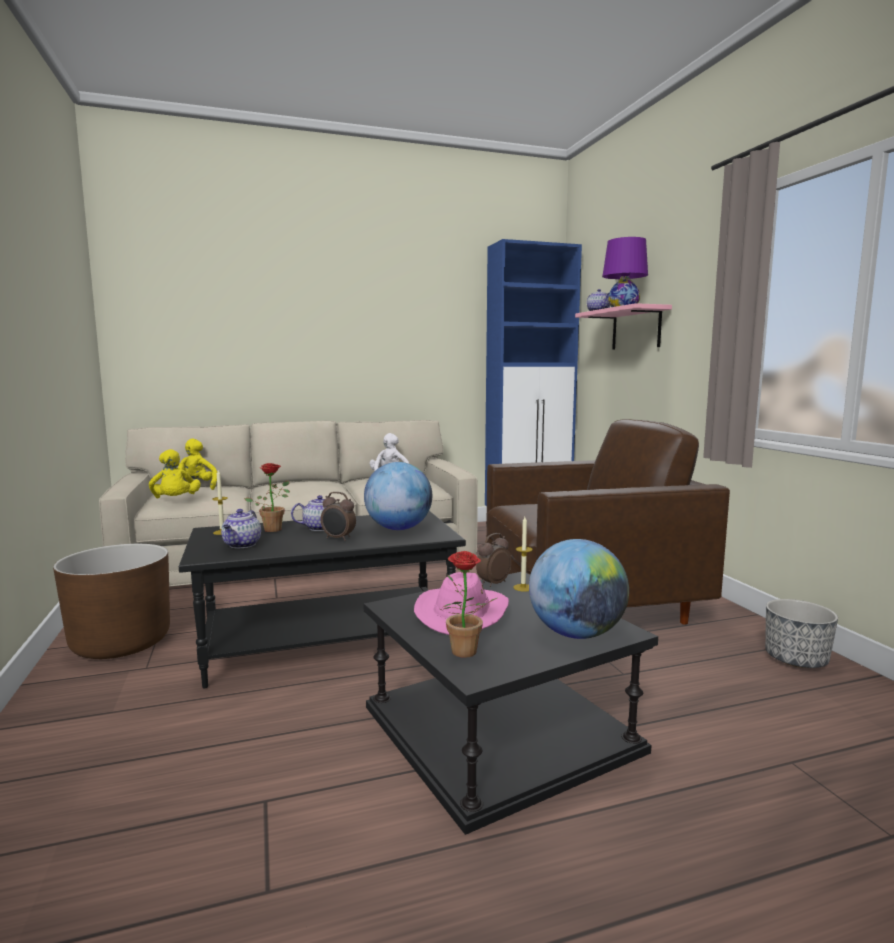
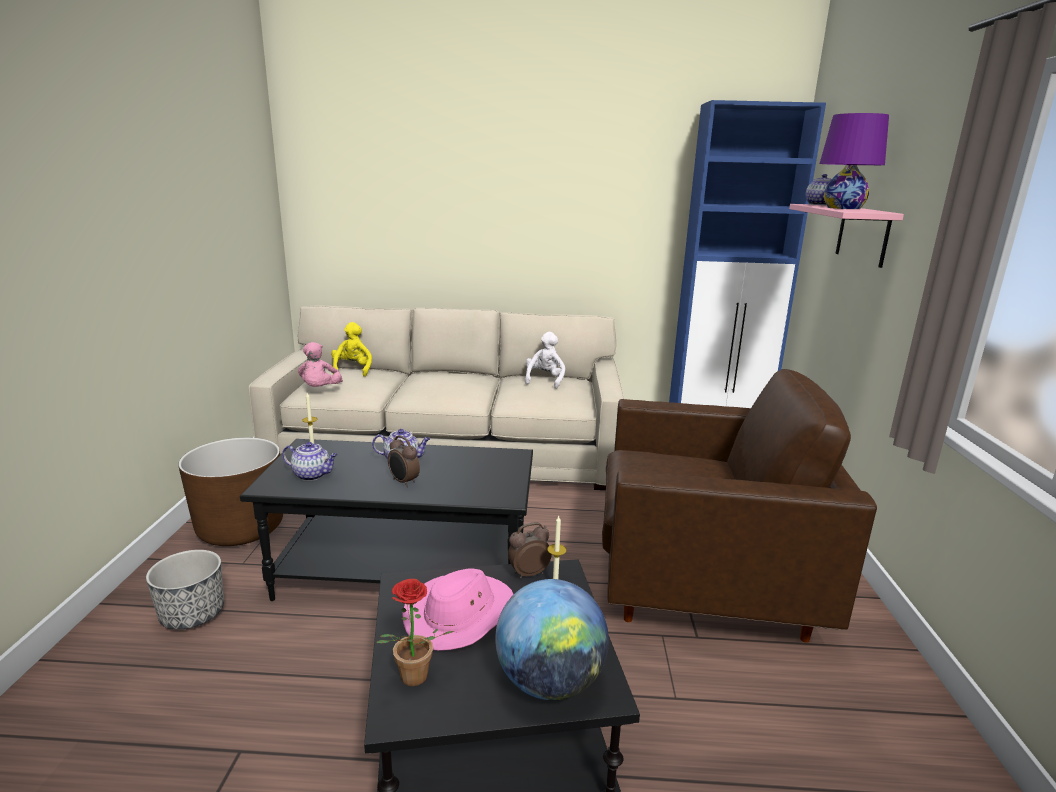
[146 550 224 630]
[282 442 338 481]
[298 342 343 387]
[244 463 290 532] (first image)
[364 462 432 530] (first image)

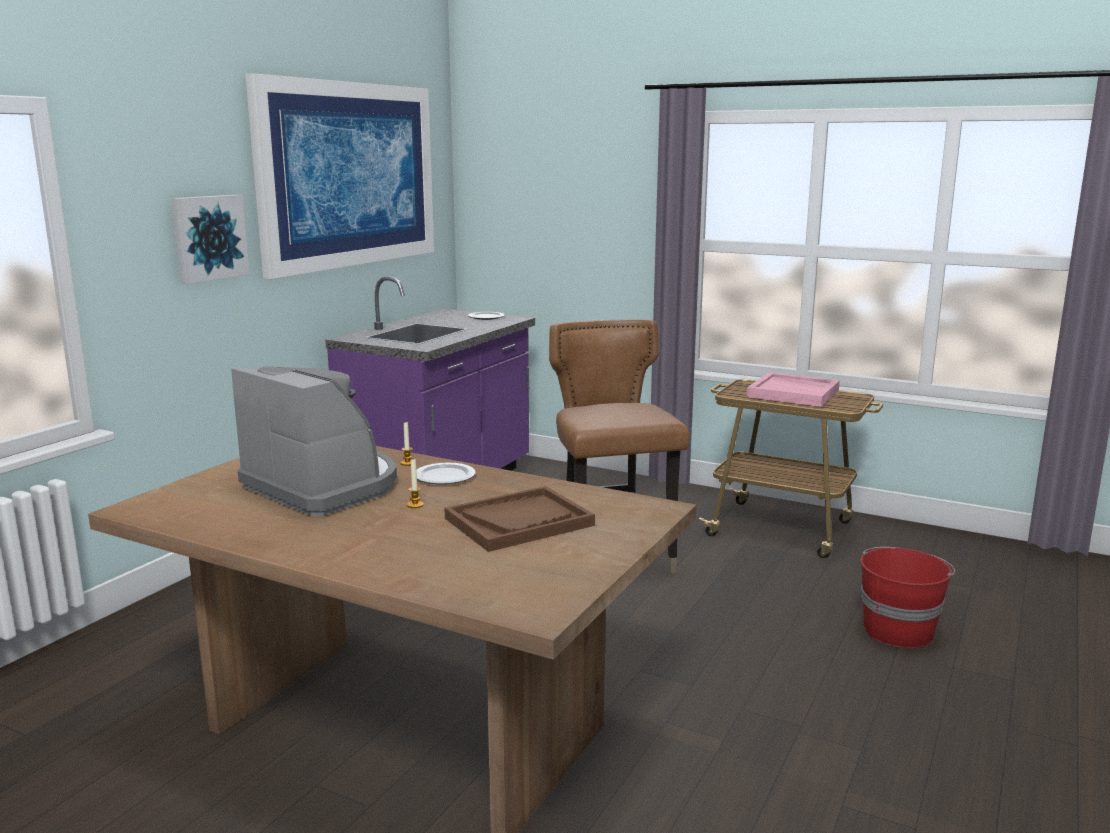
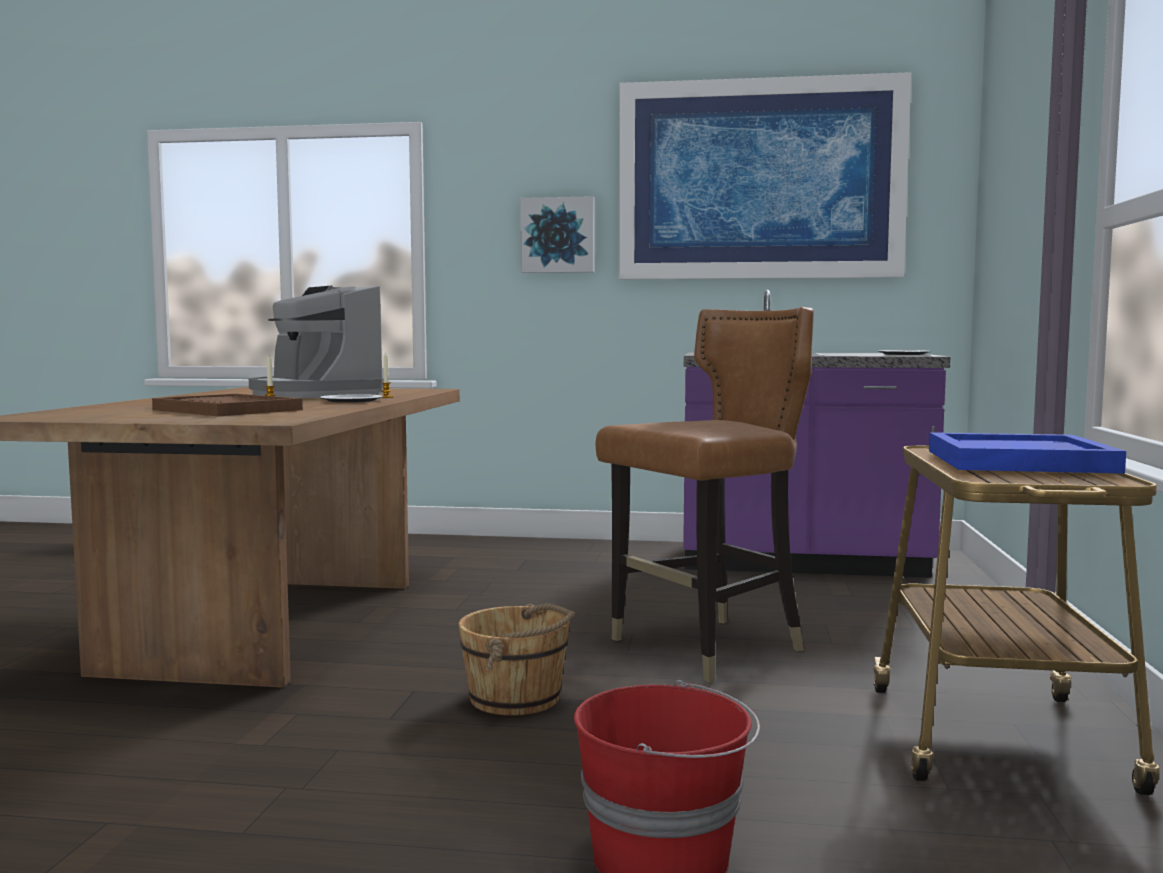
[249 286 384 398]
[458 604 575 716]
[929 432 1126 473]

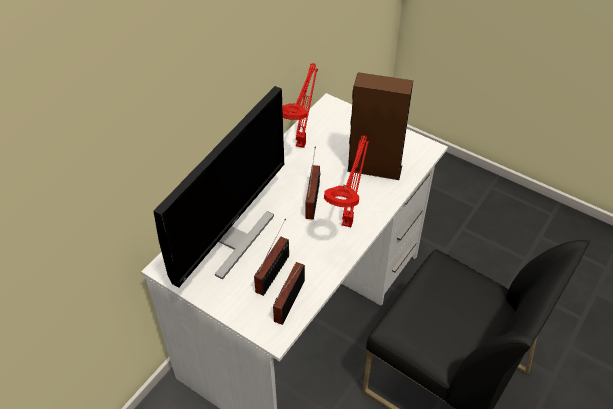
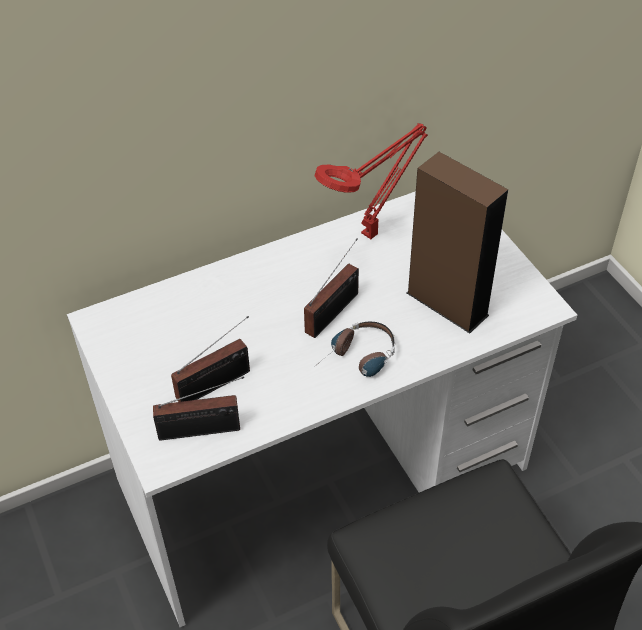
[153 376 244 440]
[320 322 395 377]
[154 86 284 287] (first image)

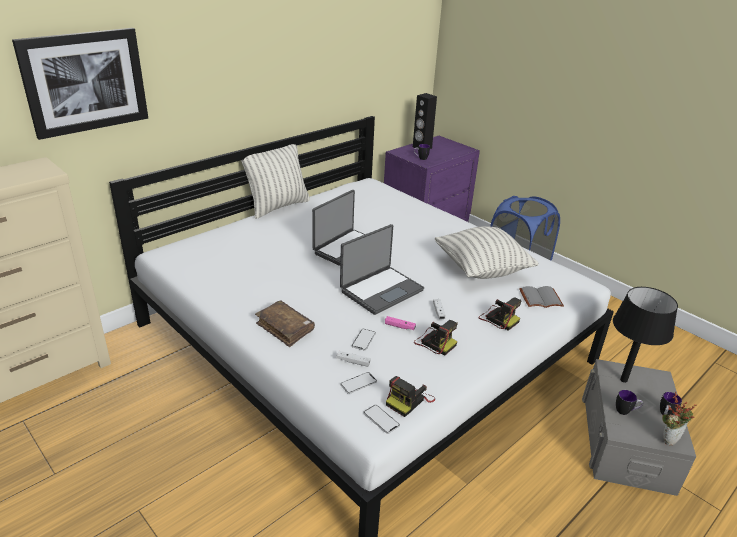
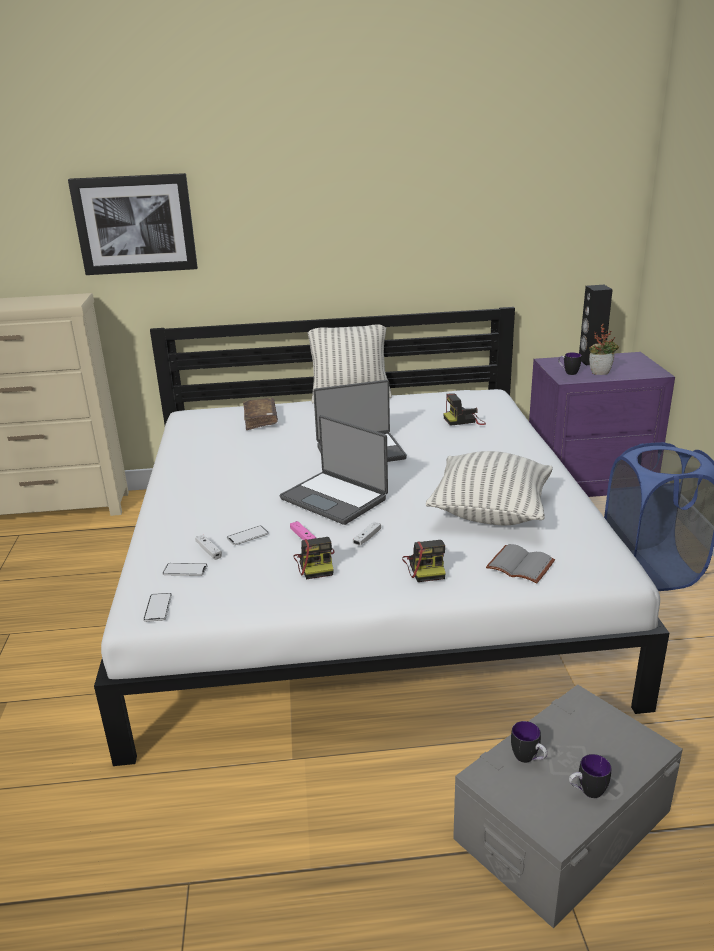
[243 398 278 430]
[280 415 388 525]
[443 393 486 426]
[589 323 619 375]
[613 287 678 383] (first image)

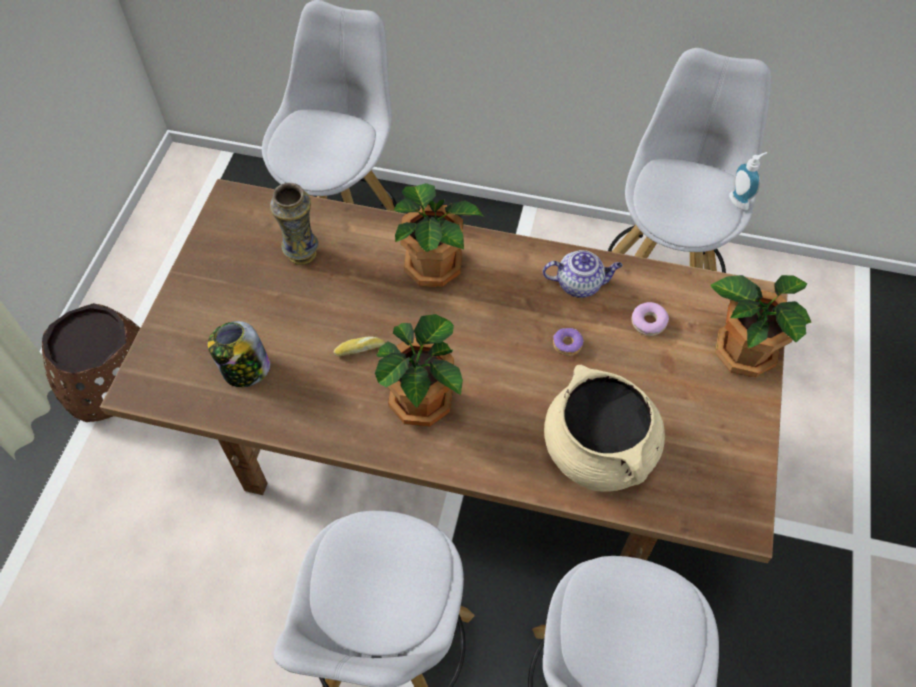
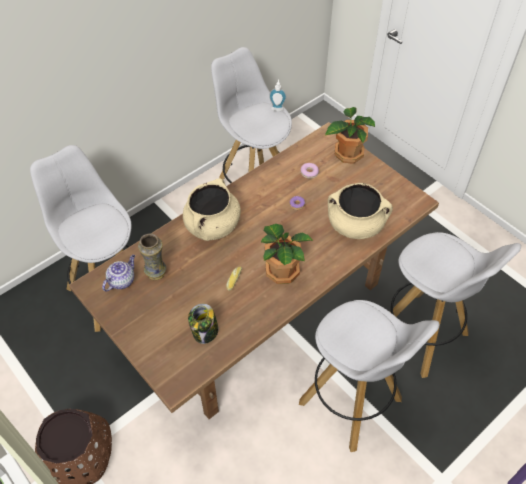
[102 255 135 291]
[183 178 241 241]

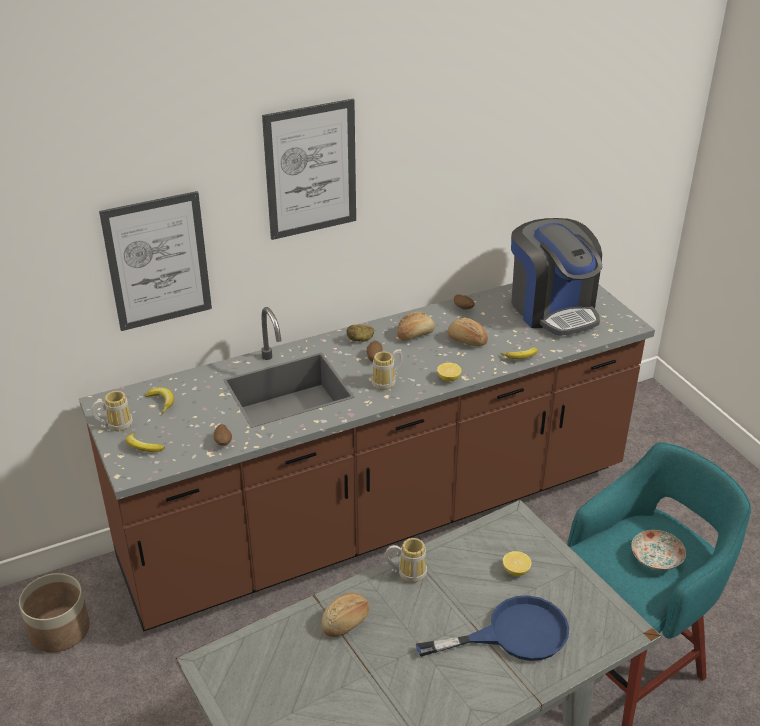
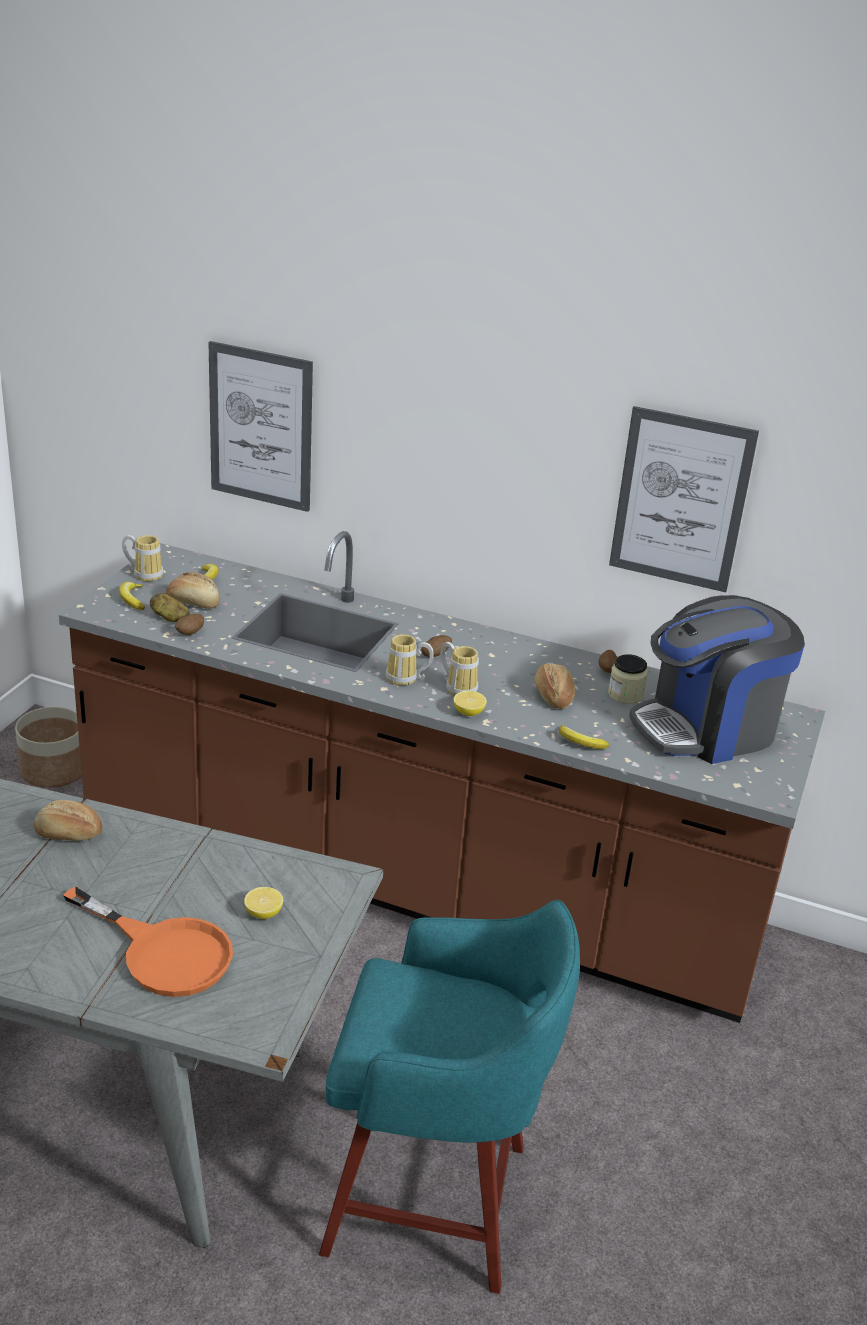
[63 886 233 997]
[150 593 190 622]
[166 572 220 609]
[440 642 479 696]
[608 654 648 704]
[609 406 759 592]
[629 595 805 764]
[631 530 686 570] (first image)

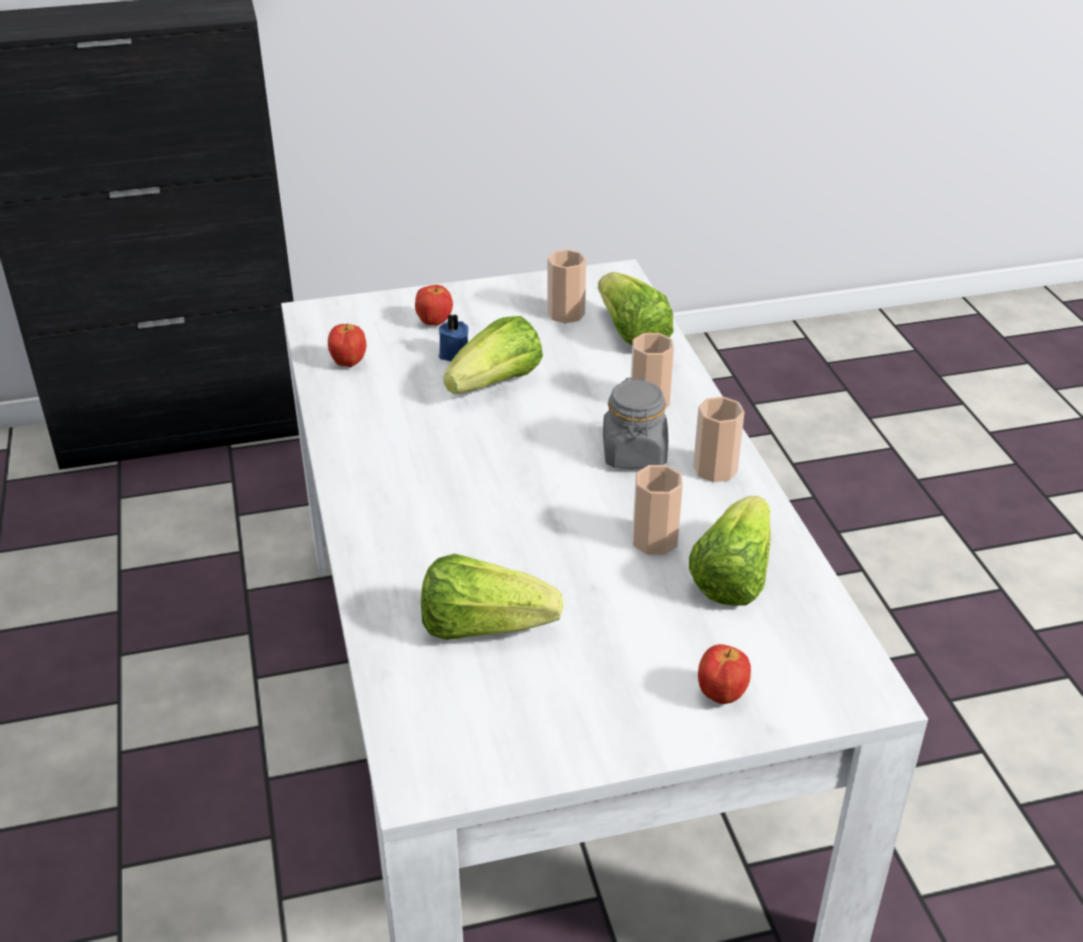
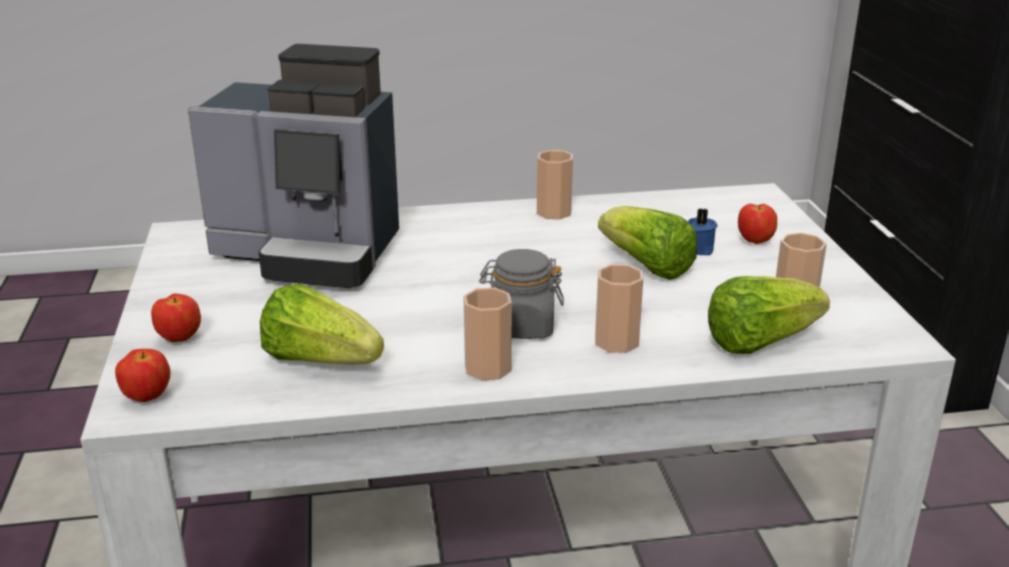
[115 349 170 402]
[188 44 399 288]
[537 150 573 219]

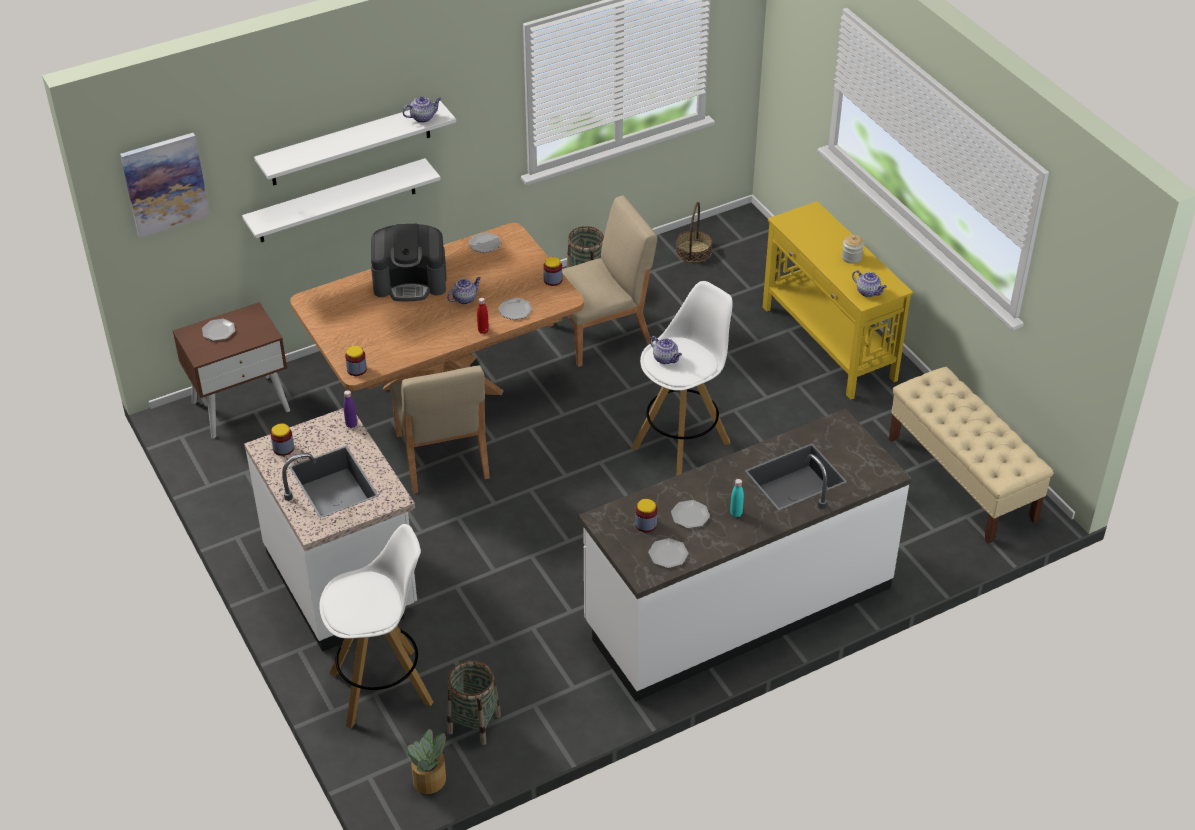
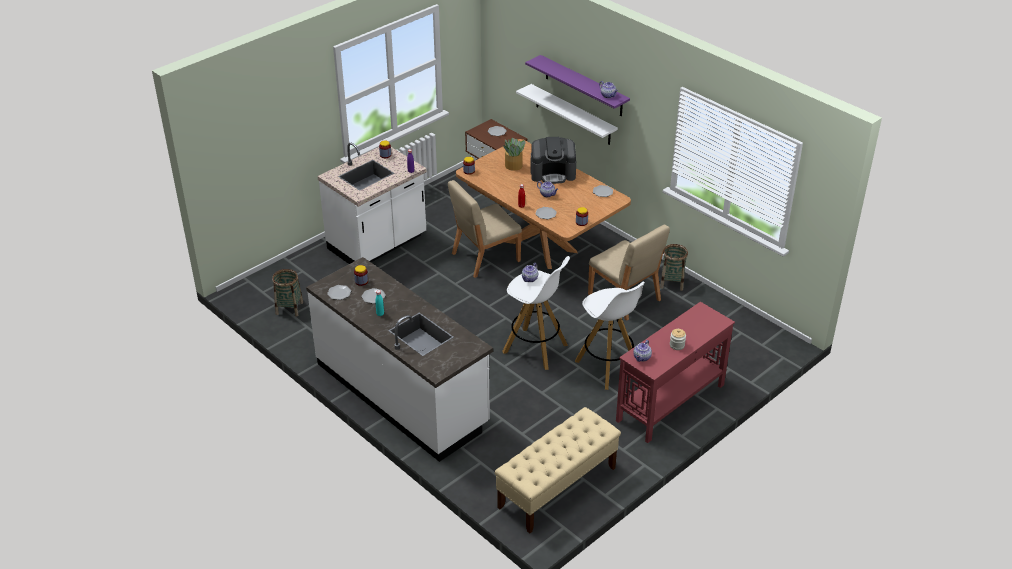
[503 138 525 171]
[525 55 630 116]
[530 137 576 184]
[575 282 645 390]
[616 302 735 443]
[120 133 210 238] (first image)
[676 202 712 263] (first image)

